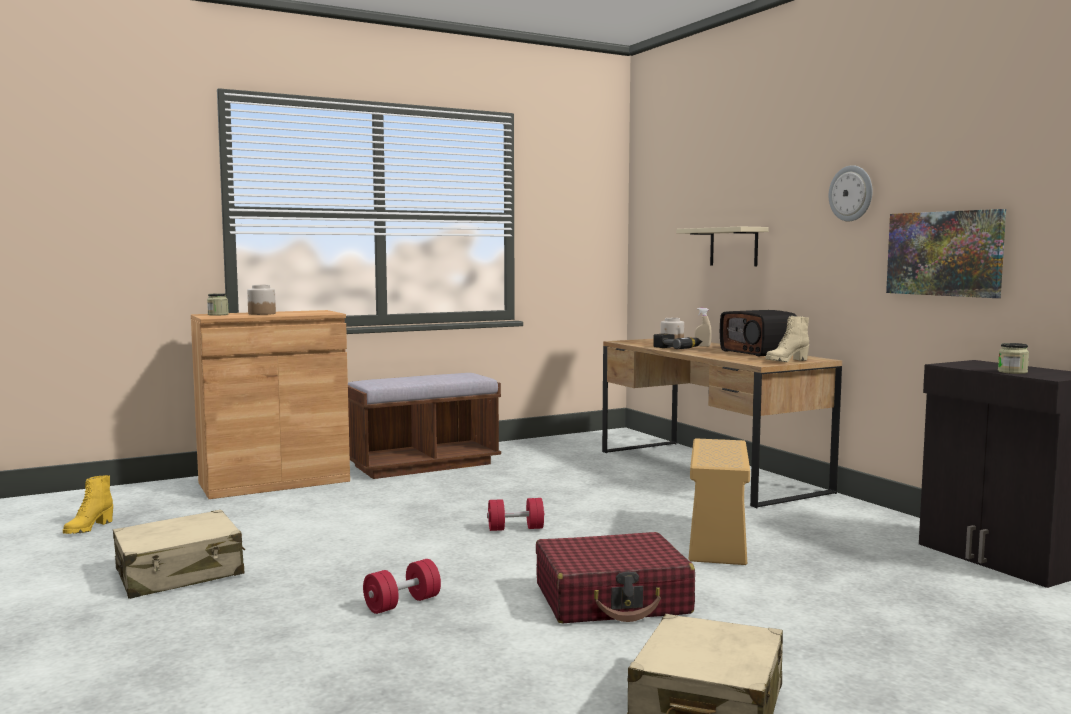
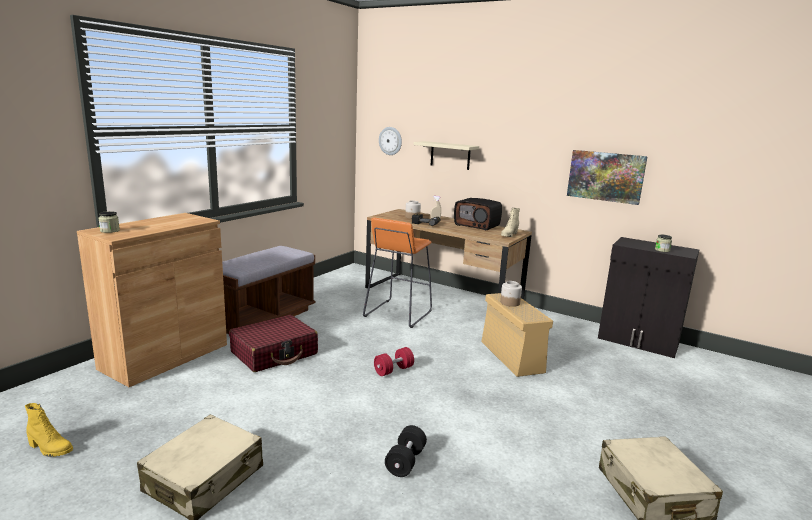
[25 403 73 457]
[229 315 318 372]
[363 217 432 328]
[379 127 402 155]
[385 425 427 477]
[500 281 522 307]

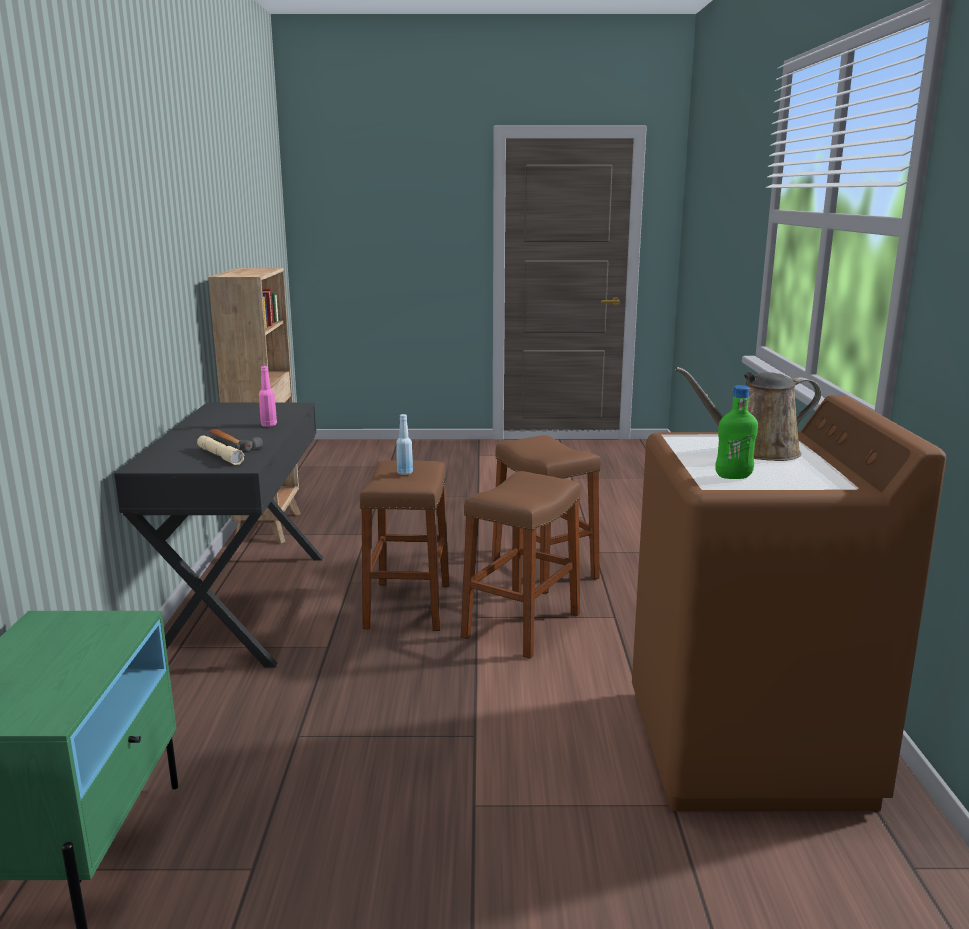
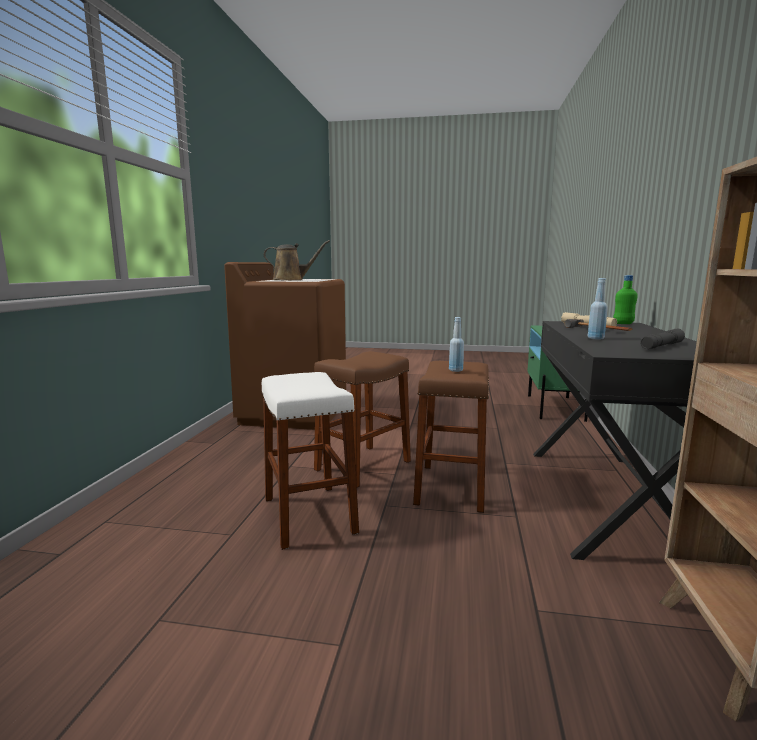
[261 372 359 550]
[588 278 608 339]
[613 275 638 324]
[640 329 685 349]

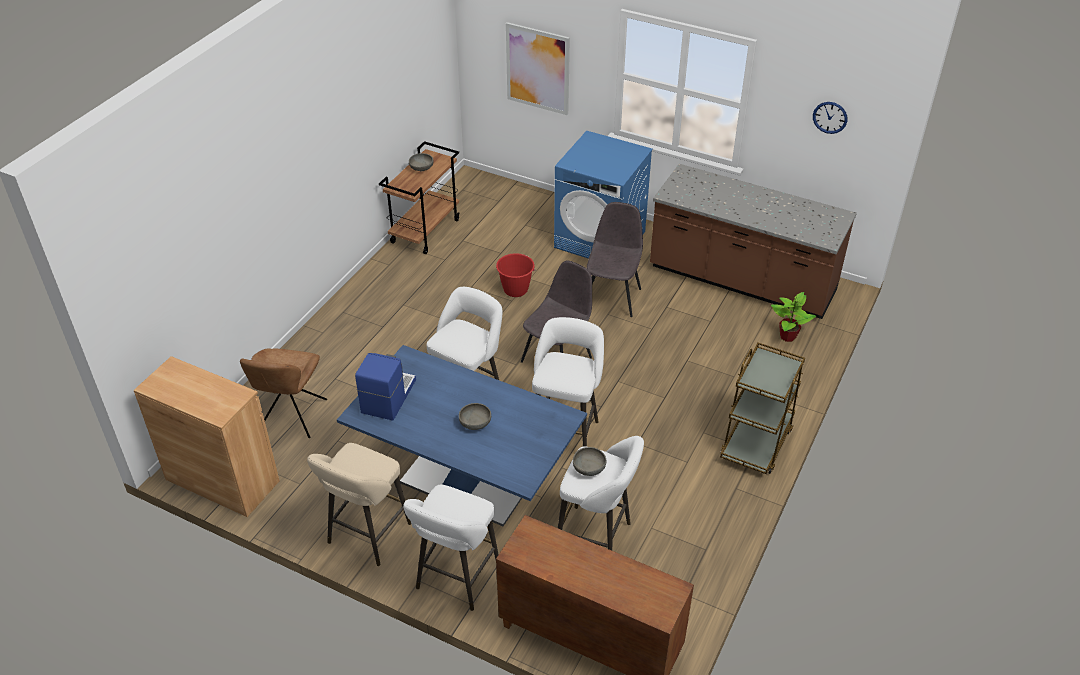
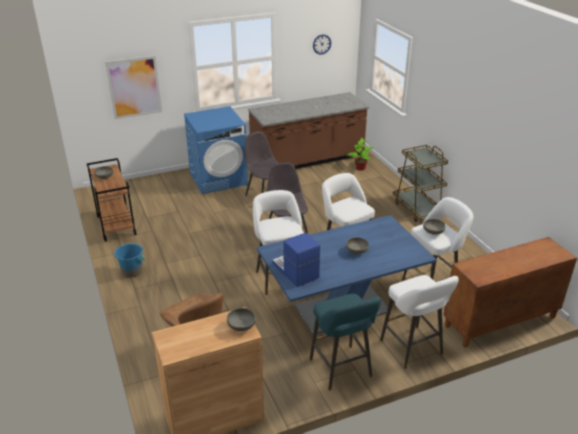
[114 243 145 278]
[227 308 256 331]
[310 294 381 391]
[496 253 535 297] (first image)

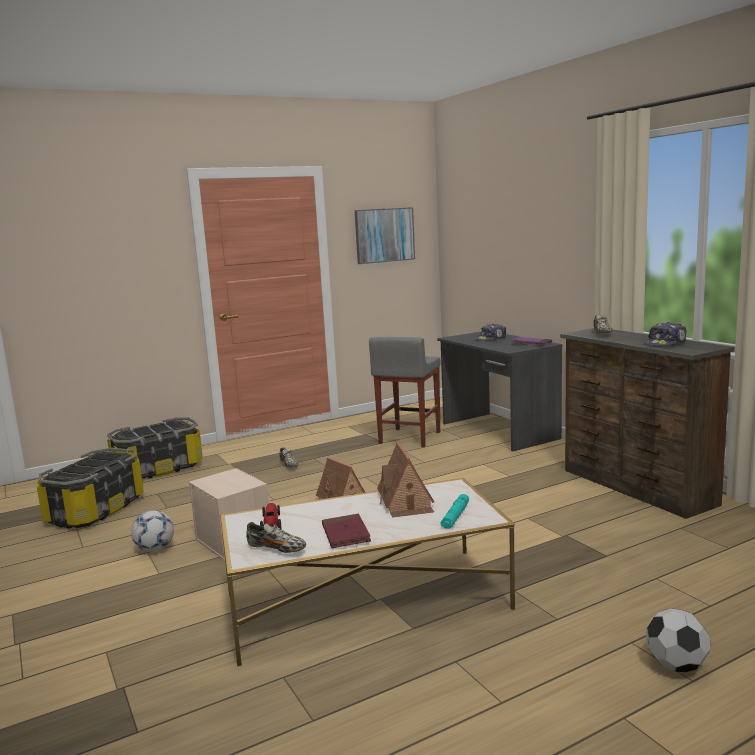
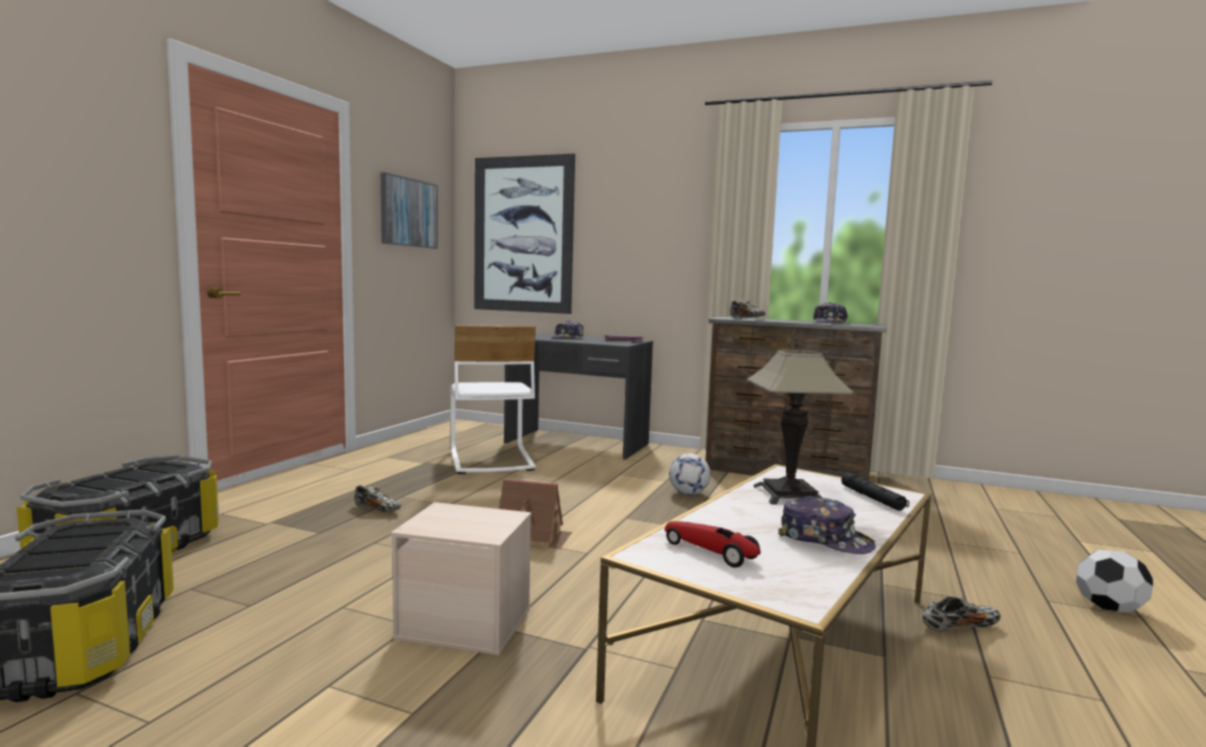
[450 325 536 474]
[474 154 575 314]
[669 453 711 495]
[746 350 854 504]
[778 496 876 554]
[841 473 909 511]
[923 597 1001 632]

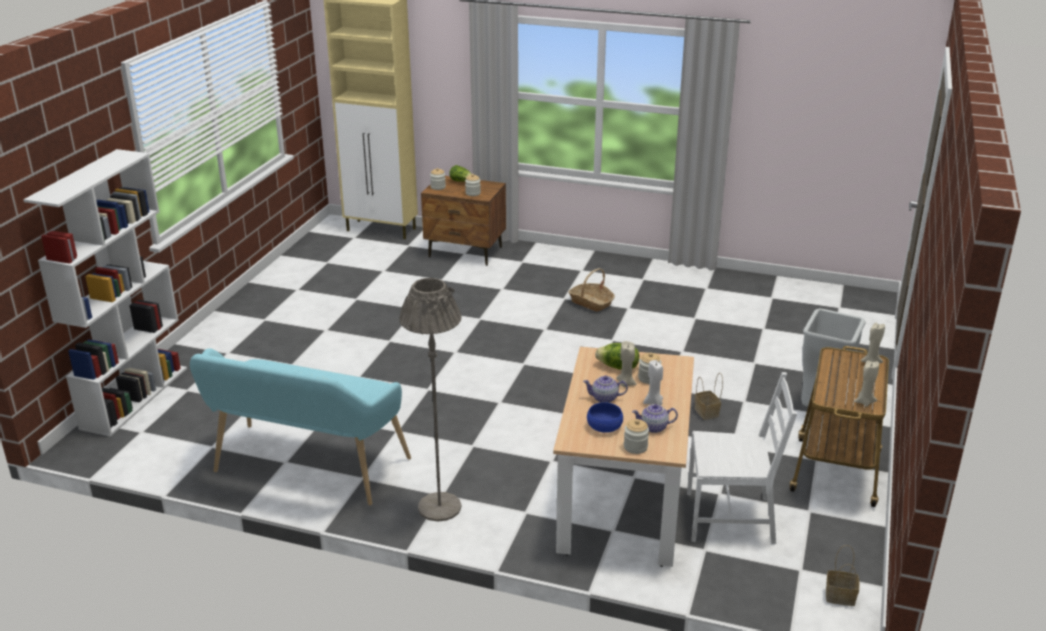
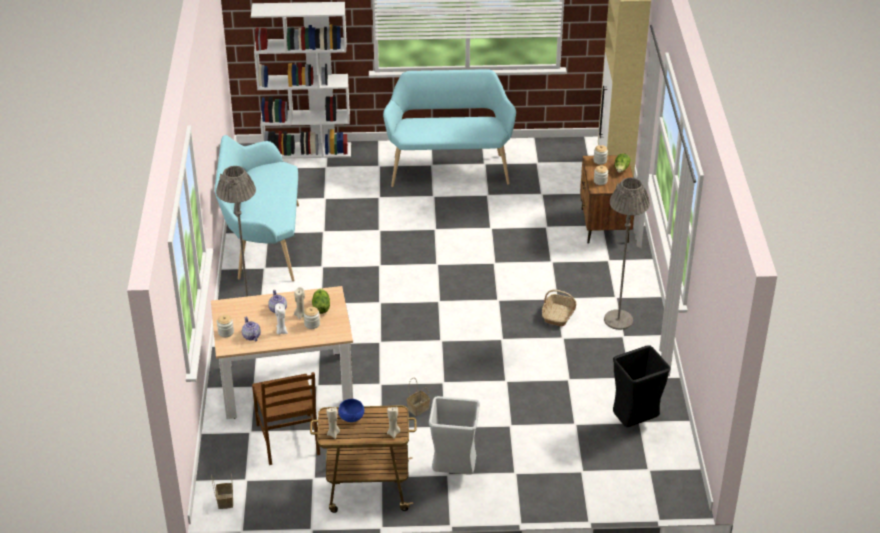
[252 372 320 465]
[338 399 364 422]
[383 69 516 187]
[604 178 650 330]
[613 345 671 427]

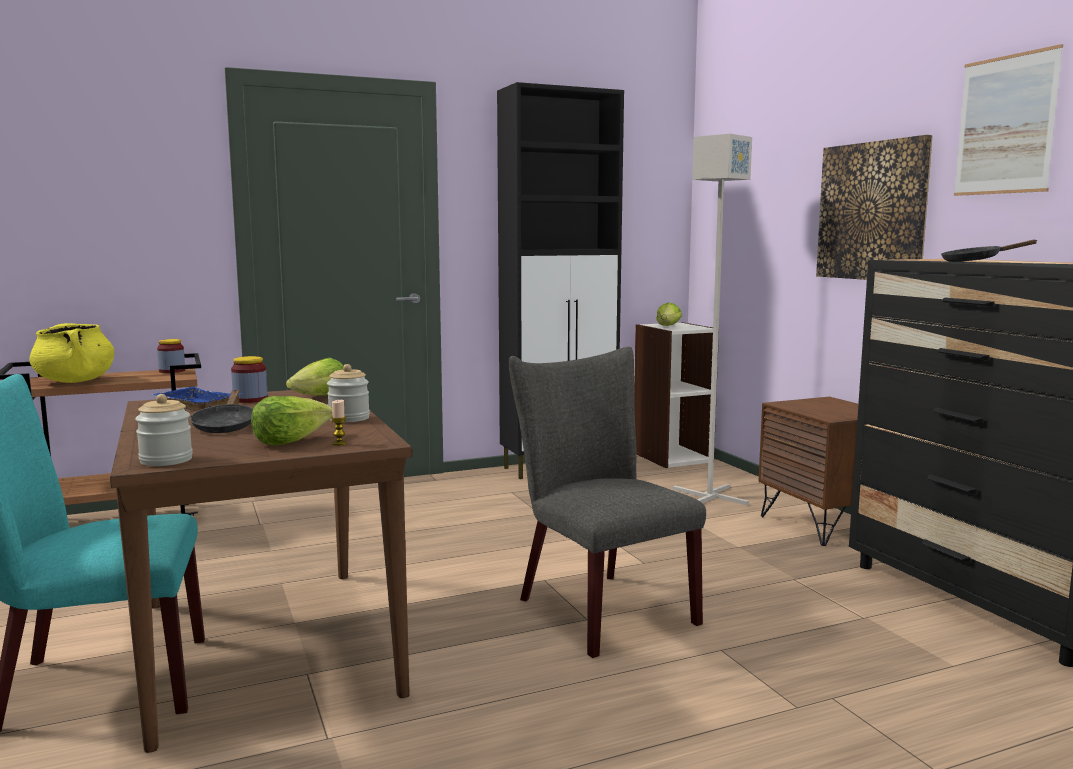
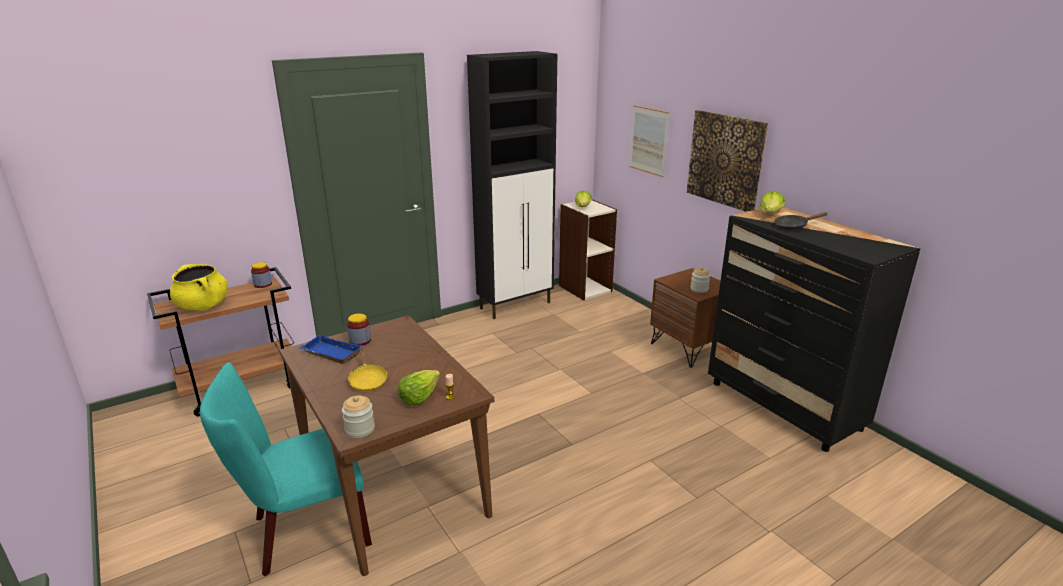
[347 348 387 392]
[629 105 669 177]
[691 267 710 293]
[760 191 785 214]
[509 347 706 658] (first image)
[673 134 752 505] (first image)

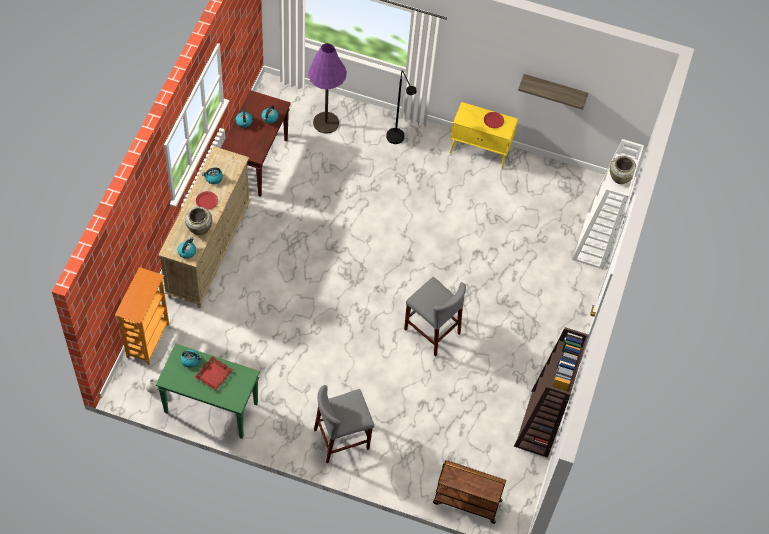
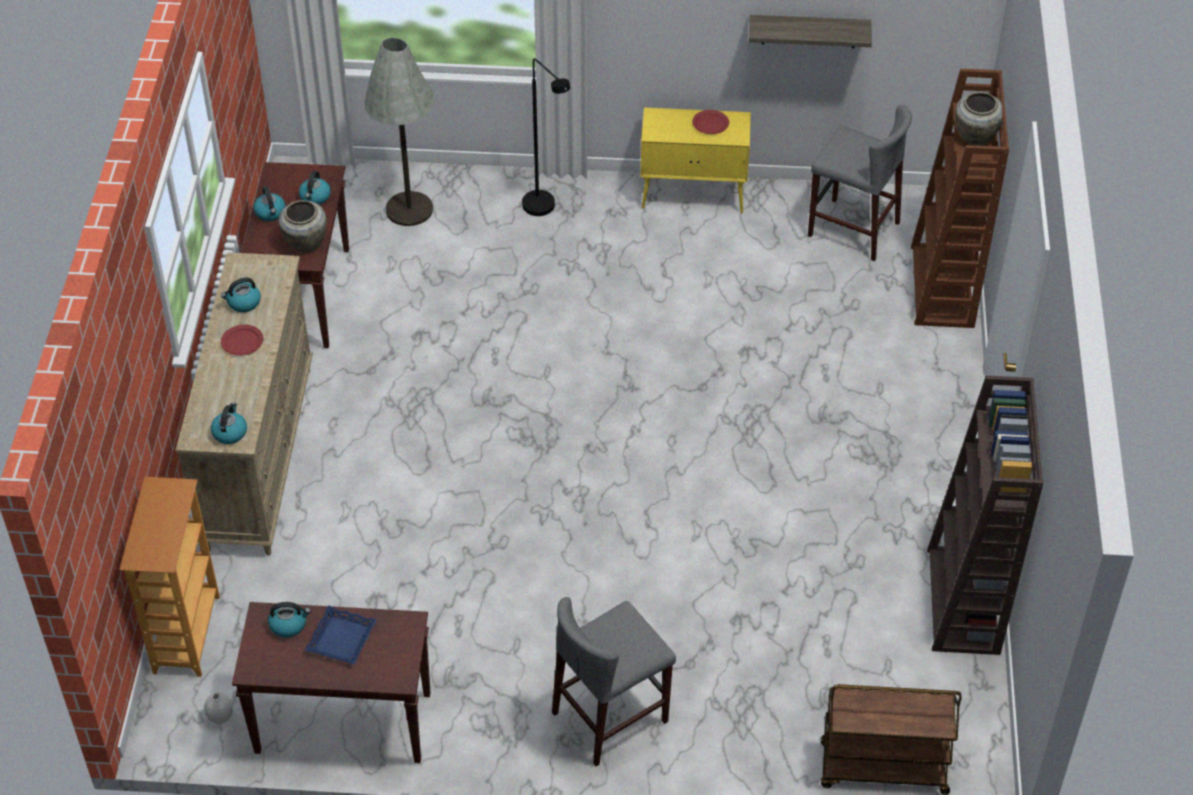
[232 602 431 763]
[278 200 327 253]
[305 605 377 665]
[364 38 435 226]
[808 105 912 261]
[911 69 1009 328]

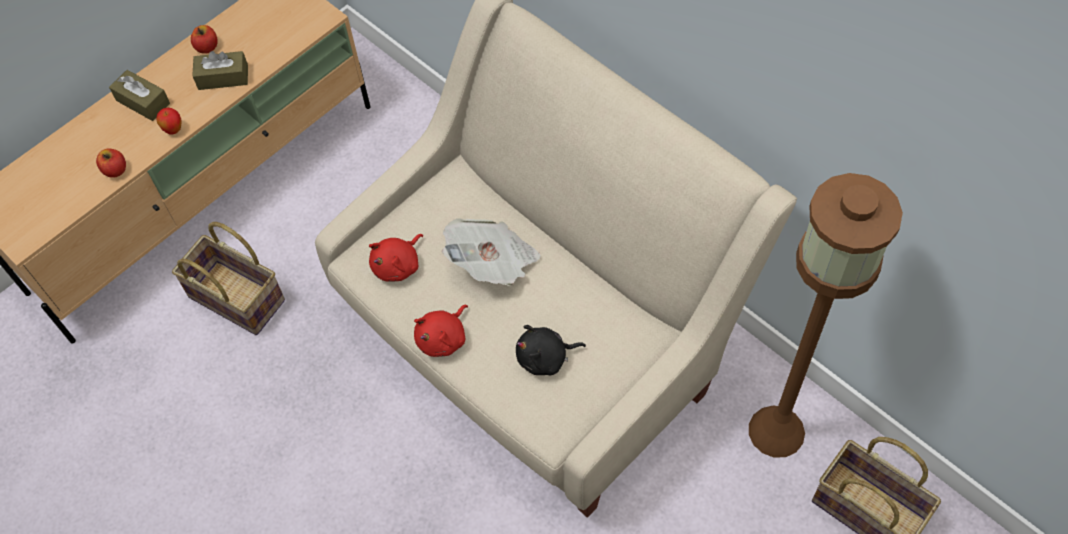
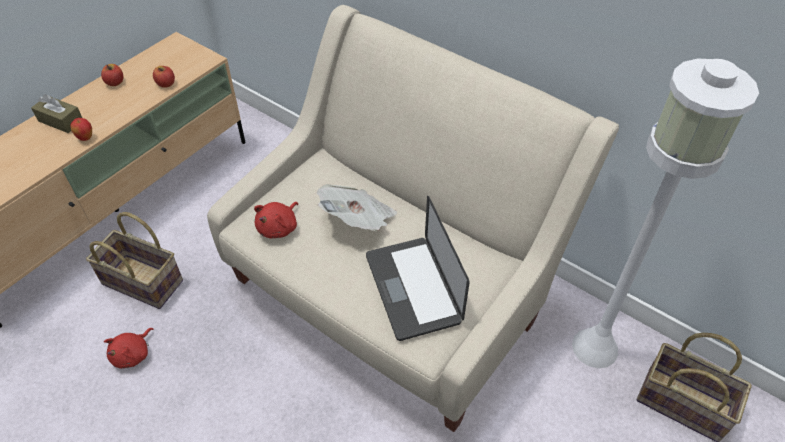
[104 328 153 368]
[153 66 175 88]
[366 196 470 341]
[572 58 759 368]
[192 51 248 90] (first image)

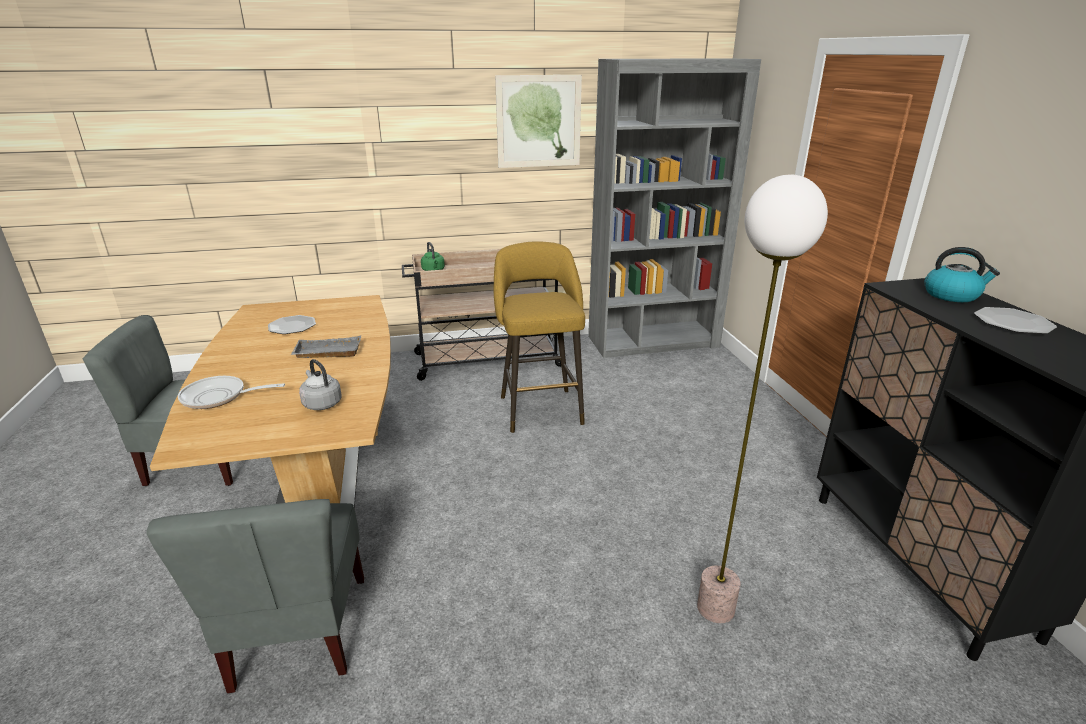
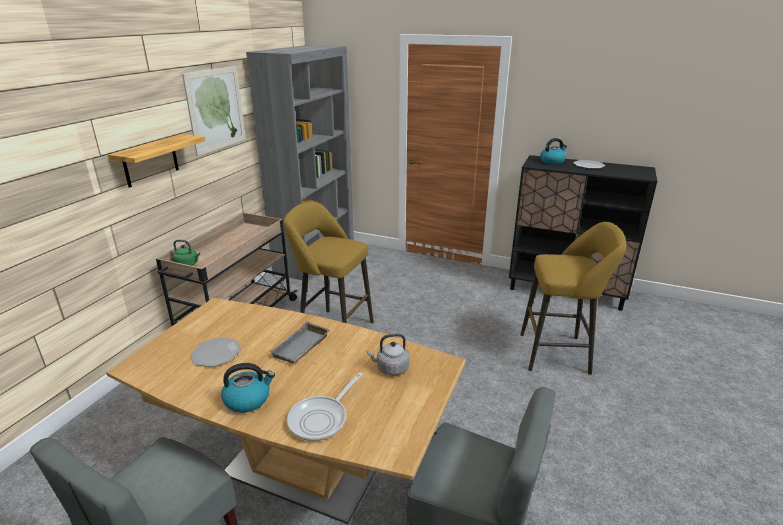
[108 134 205 188]
[221 363 275 413]
[520 222 627 375]

